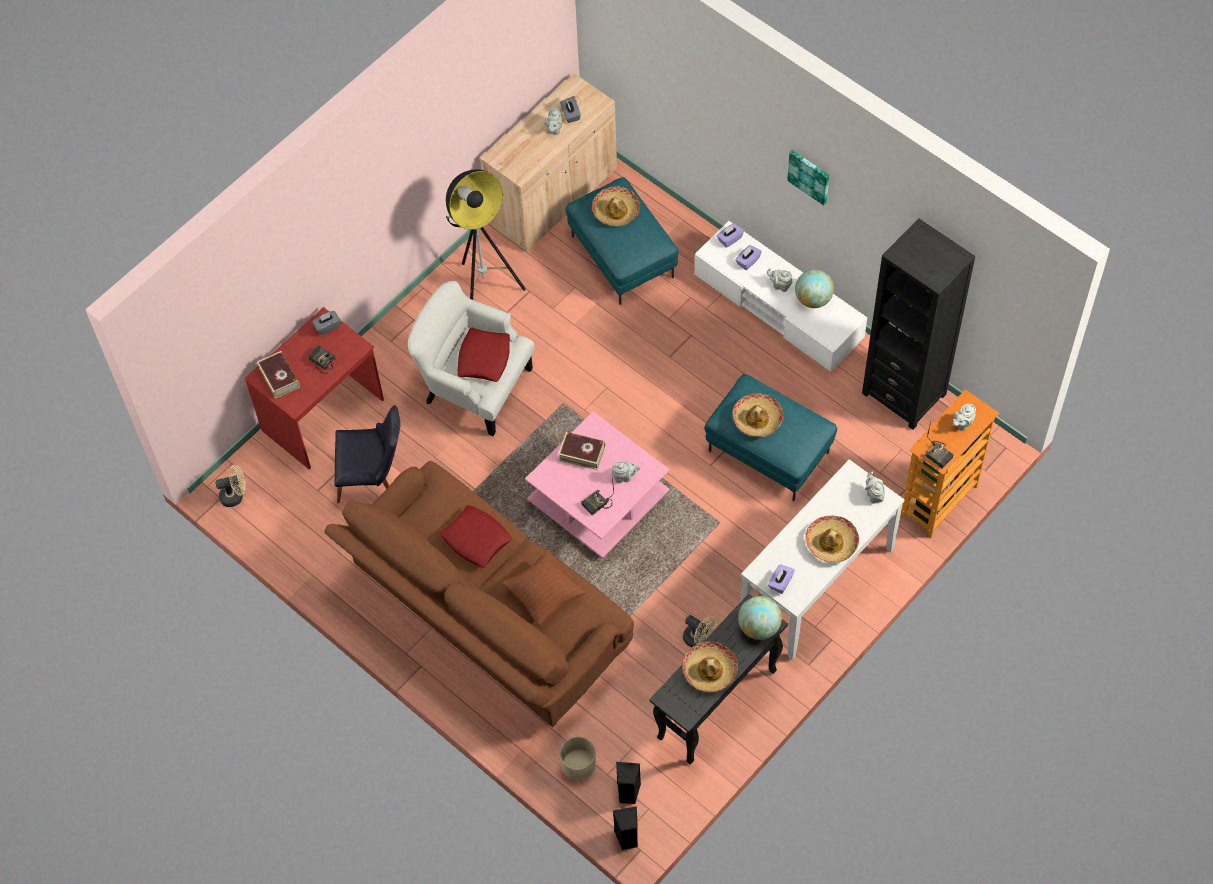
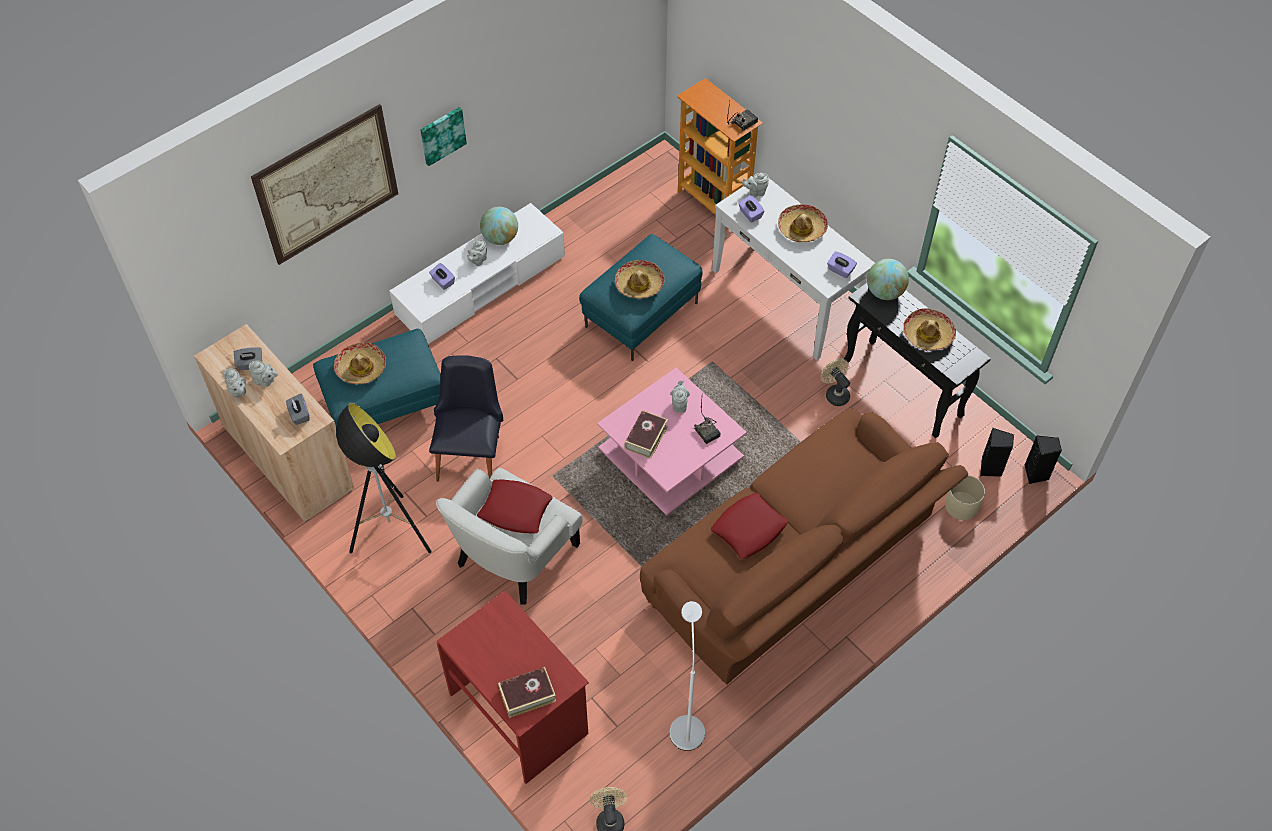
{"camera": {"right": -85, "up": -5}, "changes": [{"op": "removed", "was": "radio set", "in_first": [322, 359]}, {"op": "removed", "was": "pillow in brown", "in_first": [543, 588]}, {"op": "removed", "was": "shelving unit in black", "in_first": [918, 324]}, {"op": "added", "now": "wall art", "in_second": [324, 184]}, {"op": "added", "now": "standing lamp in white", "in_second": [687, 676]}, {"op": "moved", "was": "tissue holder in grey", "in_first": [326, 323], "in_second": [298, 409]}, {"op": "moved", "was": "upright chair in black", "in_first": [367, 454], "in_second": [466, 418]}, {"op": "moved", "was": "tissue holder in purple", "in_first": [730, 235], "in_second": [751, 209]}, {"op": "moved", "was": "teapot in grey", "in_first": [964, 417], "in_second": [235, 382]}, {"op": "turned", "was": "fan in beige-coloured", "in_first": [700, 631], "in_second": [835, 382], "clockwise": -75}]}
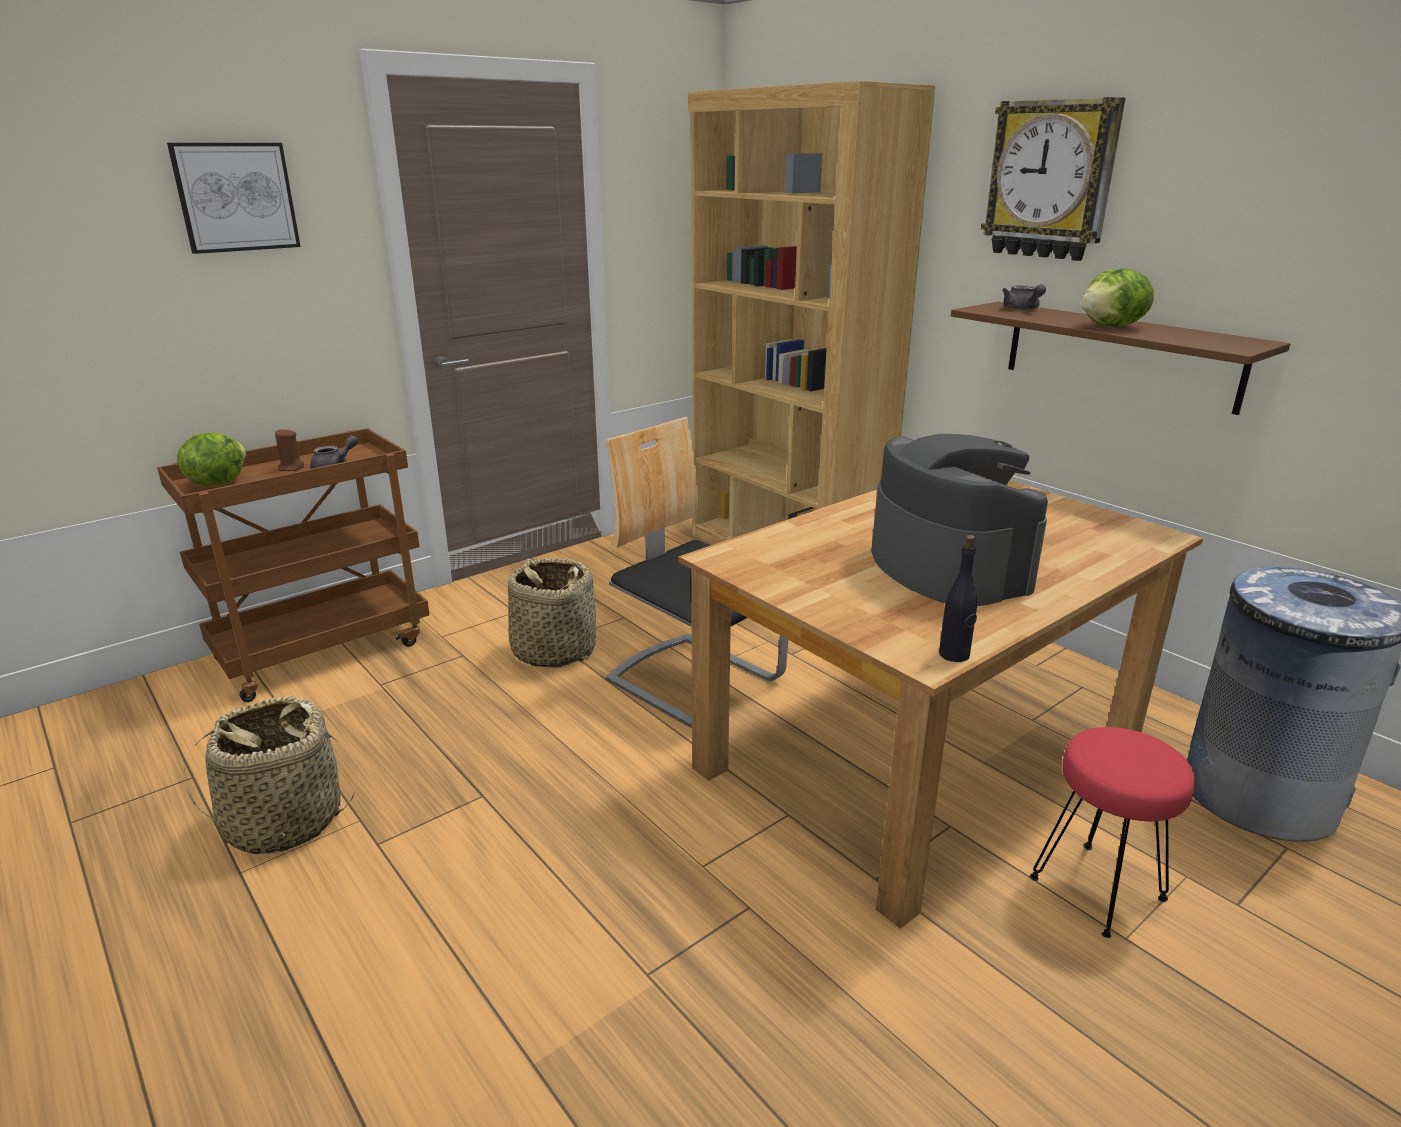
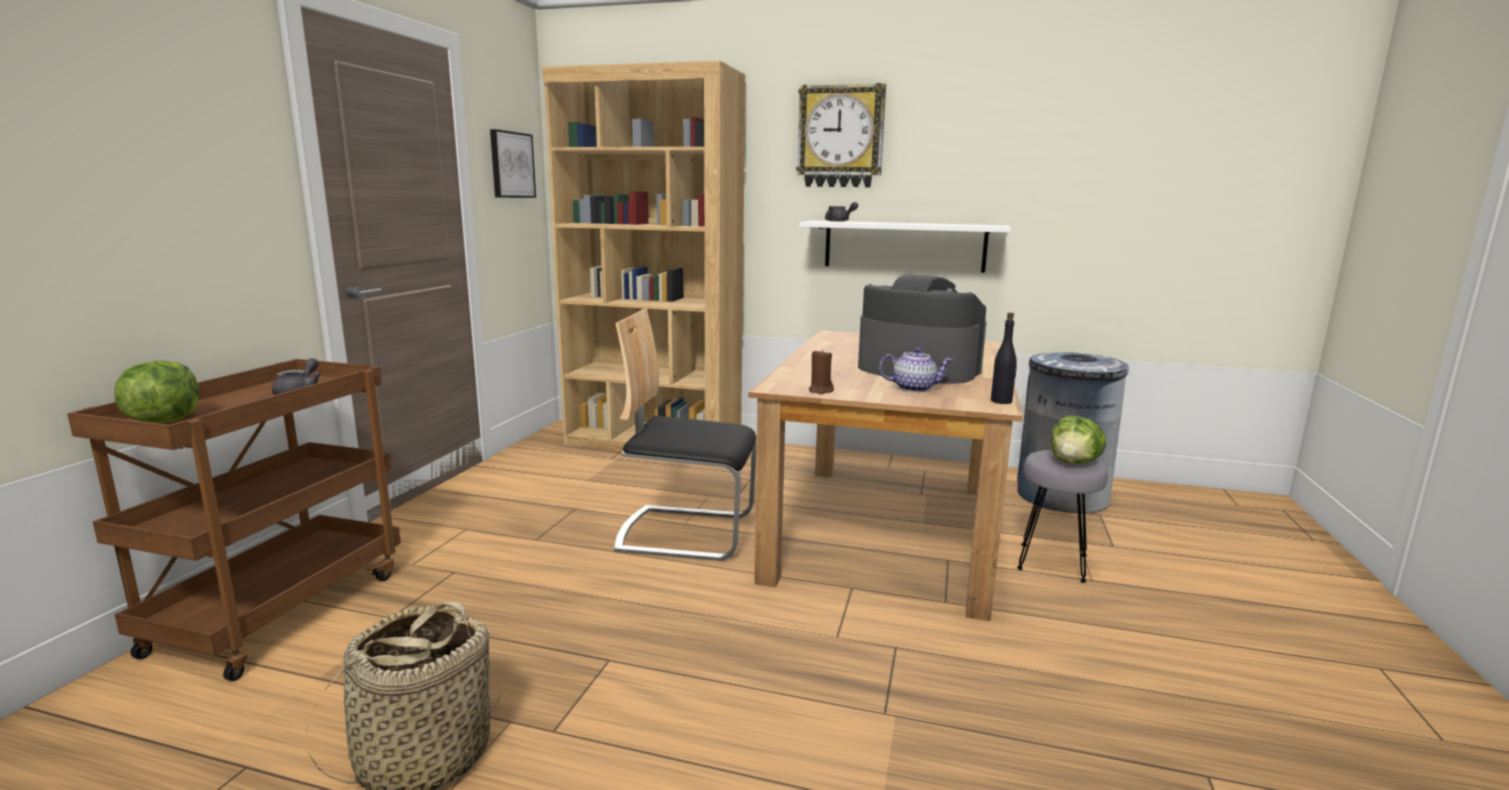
{"camera": {"right": -35, "up": -10}, "changes": [{"op": "removed", "was": "household basket", "in_first": [552, 613]}, {"op": "added", "now": "teapot", "in_second": [916, 369]}, {"op": "moved", "was": "wall art", "in_first": [234, 198], "in_second": [513, 163]}, {"op": "moved", "was": "wax light in brown", "in_first": [289, 449], "in_second": [821, 371]}, {"op": "moved", "was": "lettuce head", "in_first": [1117, 298], "in_second": [1078, 440]}, {"op": "recoloured", "was": "shelf in brown", "now": "shelf in white", "in_first": [1120, 358], "in_second": [905, 247]}, {"op": "recoloured", "was": "stool seat in red-coloured", "now": "stool seat in grey", "in_first": [1112, 832], "in_second": [1062, 516]}]}
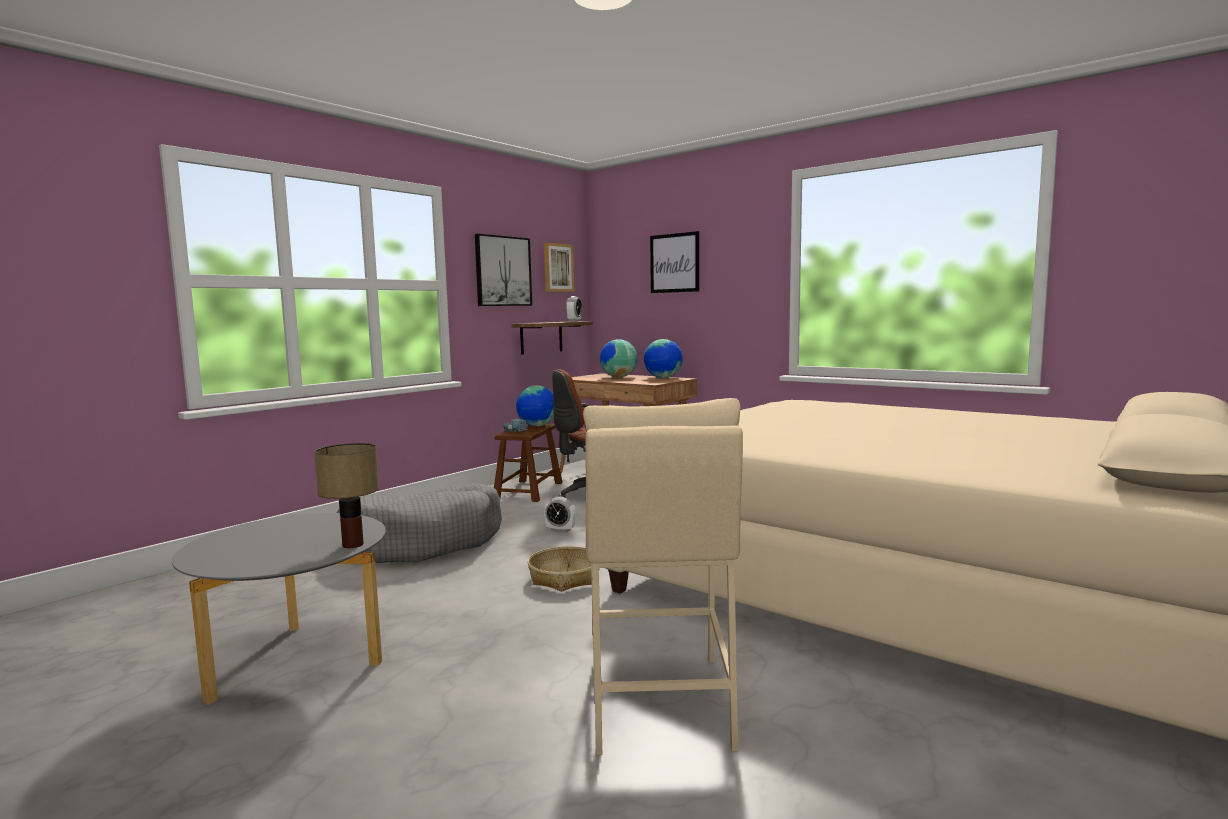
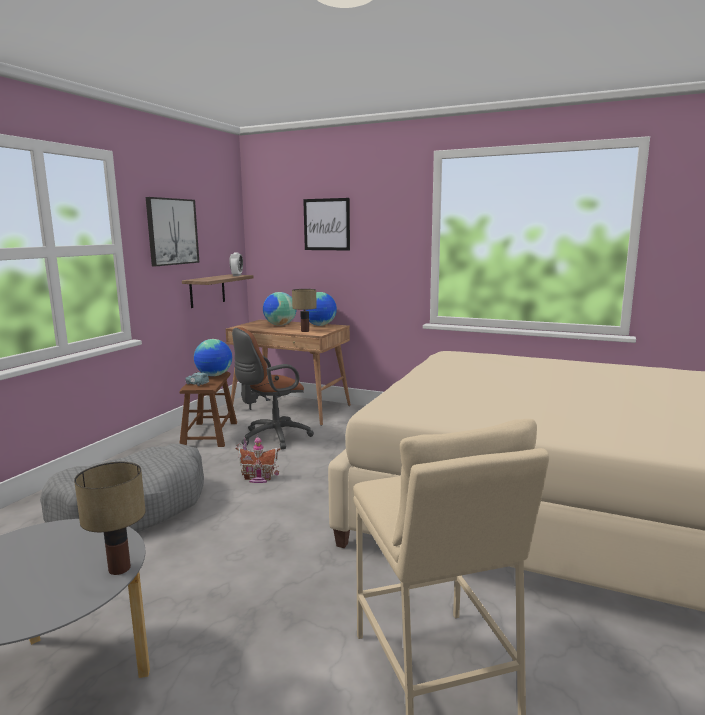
{"camera": {"right": -15, "up": 5}, "changes": [{"op": "removed", "was": "household basket", "in_first": [560, 569]}, {"op": "removed", "was": "wall art", "in_first": [559, 267]}, {"op": "added", "now": "tabletop lamp", "in_second": [304, 310]}, {"op": "replaced", "was": "table clock", "now": "toy house", "in_first": [560, 514], "in_second": [258, 459]}]}
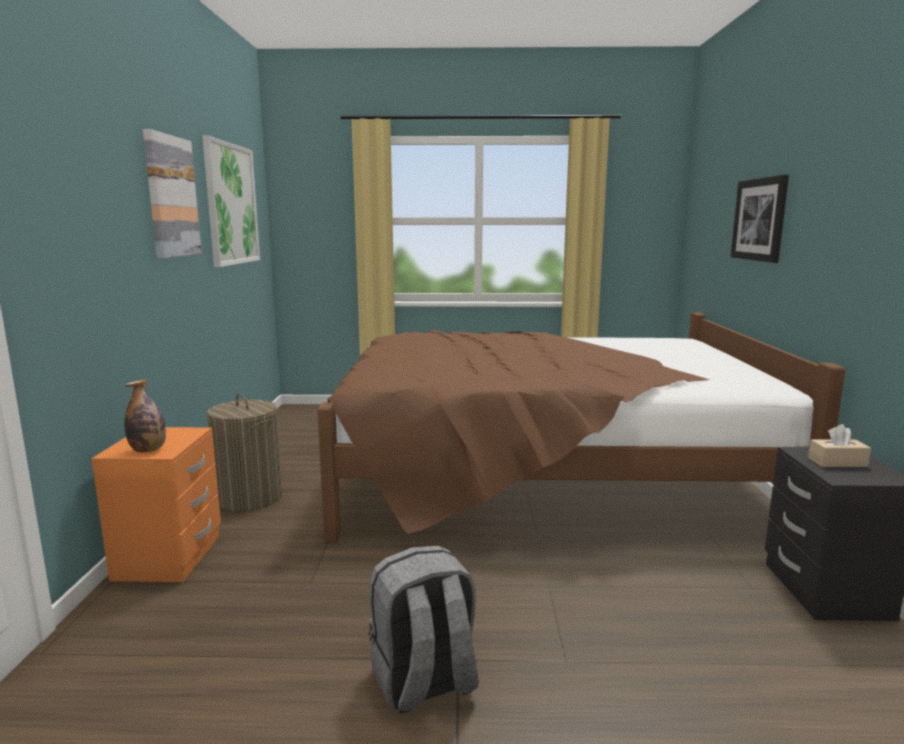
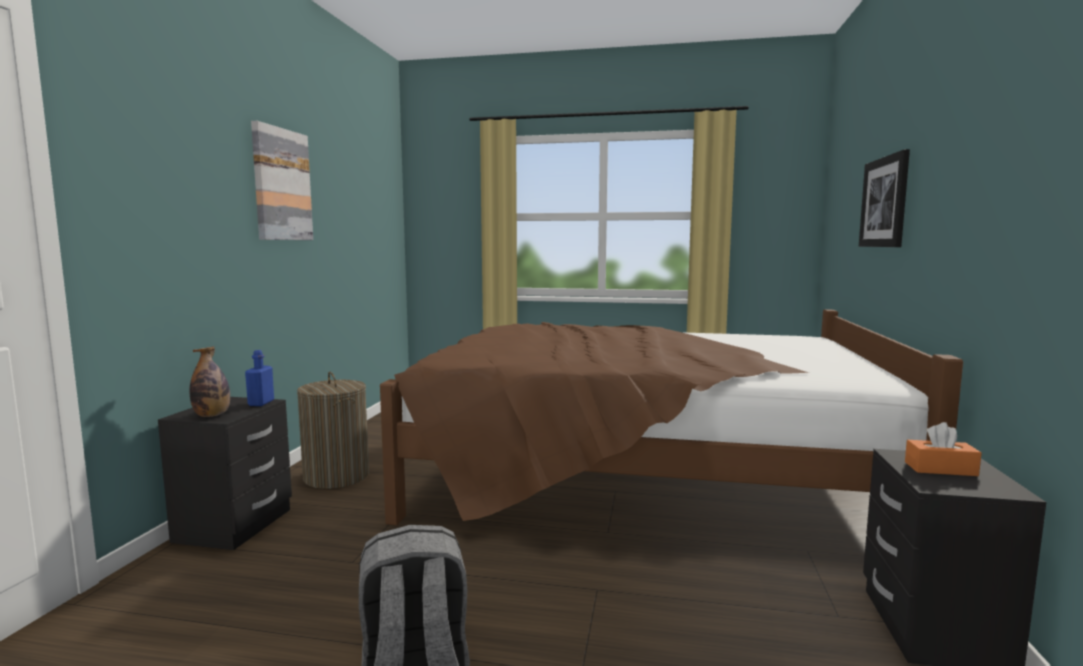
{"camera": {"right": 10, "up": -5}, "changes": [{"op": "removed", "was": "wall art", "in_first": [231, 201]}, {"op": "added", "now": "bottle in bluish", "in_second": [259, 378]}, {"op": "recoloured", "was": "night table in orange-coloured", "now": "night table in black", "in_first": [156, 504], "in_second": [225, 473]}, {"op": "recoloured", "was": "tissue holder in beige-coloured", "now": "tissue holder in orange-coloured", "in_first": [839, 445], "in_second": [943, 449]}]}
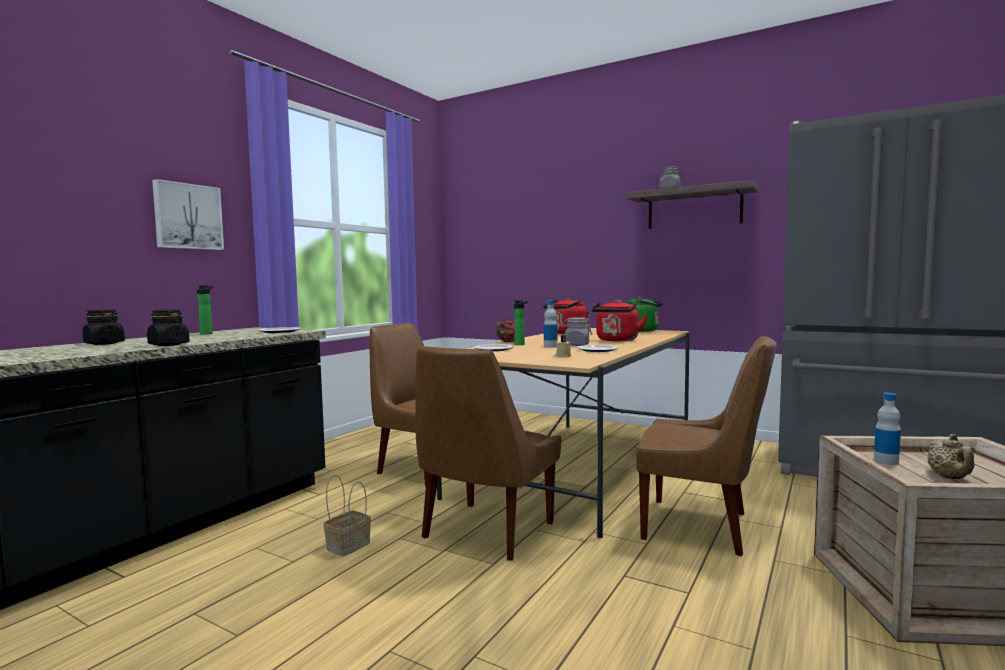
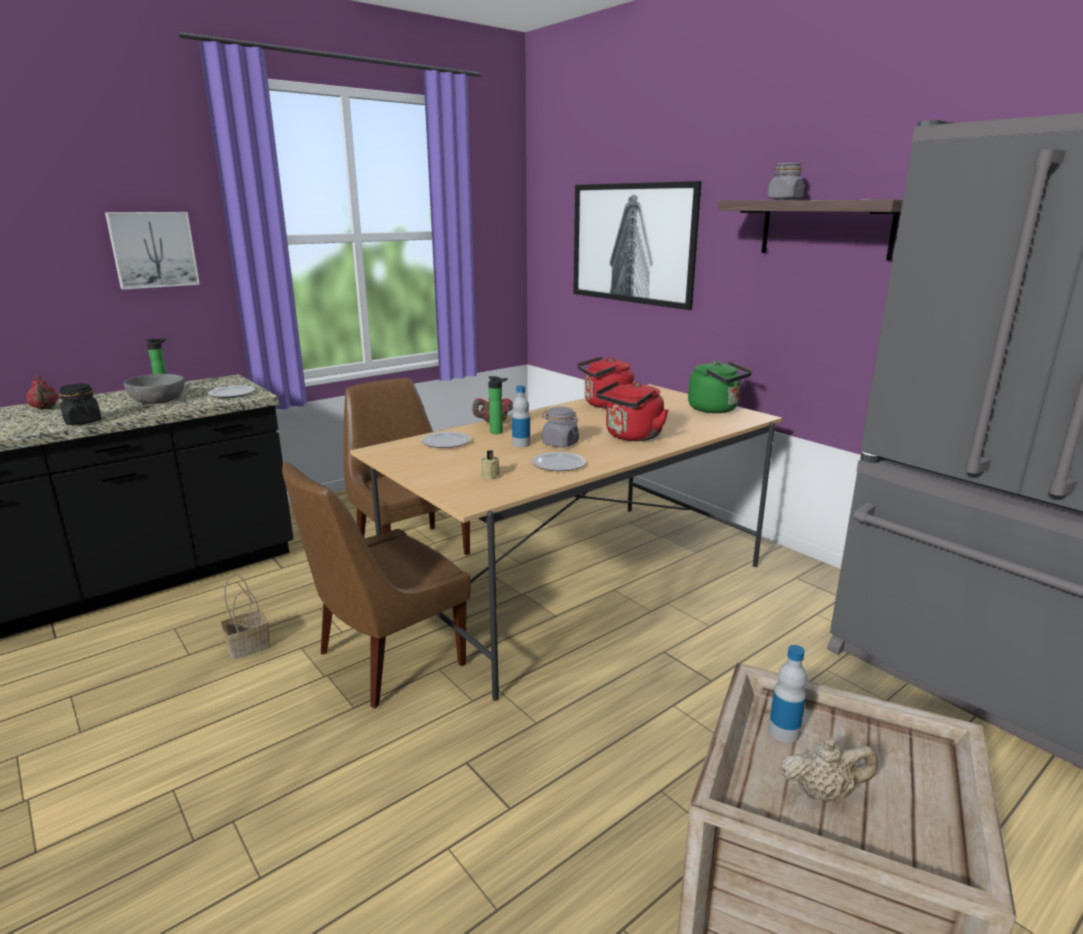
{"camera": {"right": 20, "up": 15}, "changes": [{"op": "removed", "was": "upright chair in brown", "in_first": [706, 446]}, {"op": "added", "now": "bowl in grey", "in_second": [154, 389]}, {"op": "added", "now": "wall art", "in_second": [637, 245]}, {"op": "replaced", "was": "storage jar in black", "now": "teapot in red-coloured", "in_first": [104, 327], "in_second": [42, 392]}, {"op": "turned", "was": "teapot in beige-coloured", "in_first": [951, 456], "in_second": [829, 770], "clockwise": -120}]}
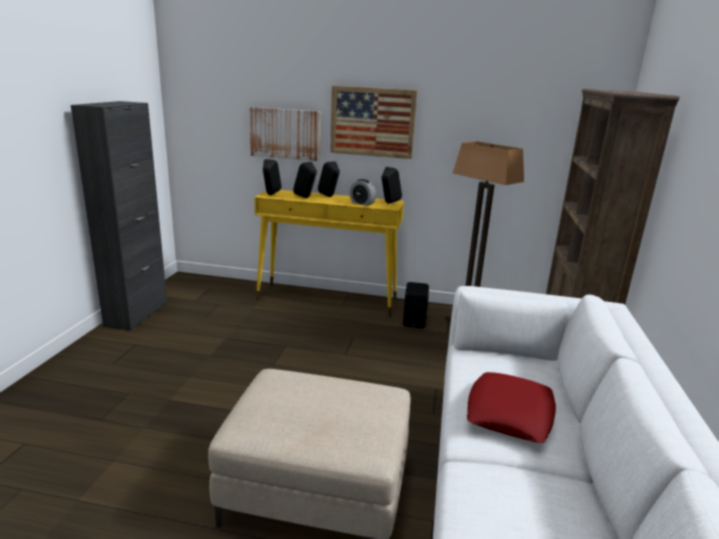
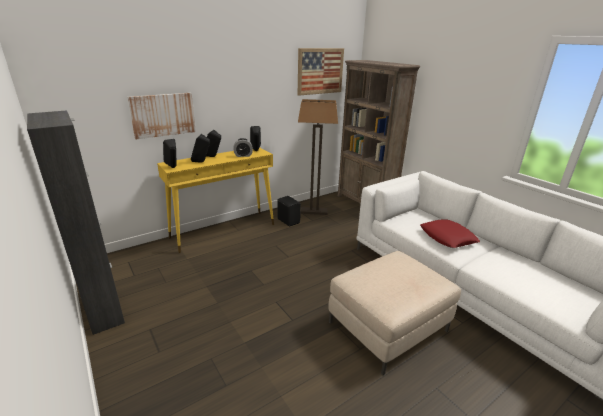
{"camera": {"right": -45, "up": 5}, "changes": [{"op": "moved", "was": "wall art", "in_first": [374, 122], "in_second": [321, 72]}]}
